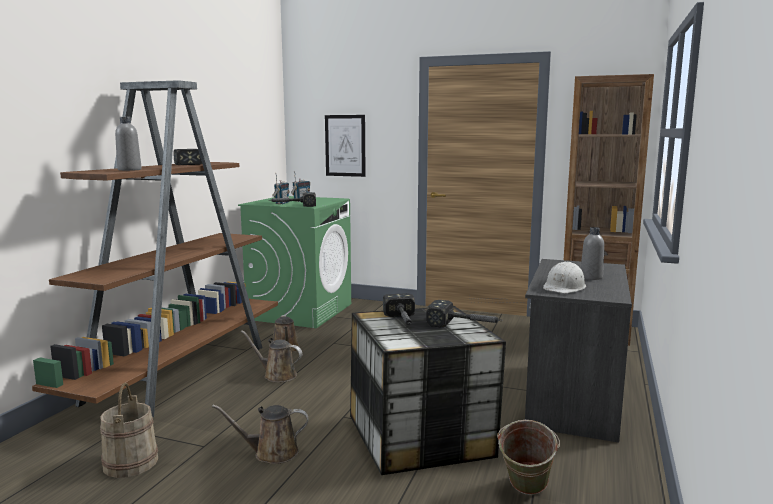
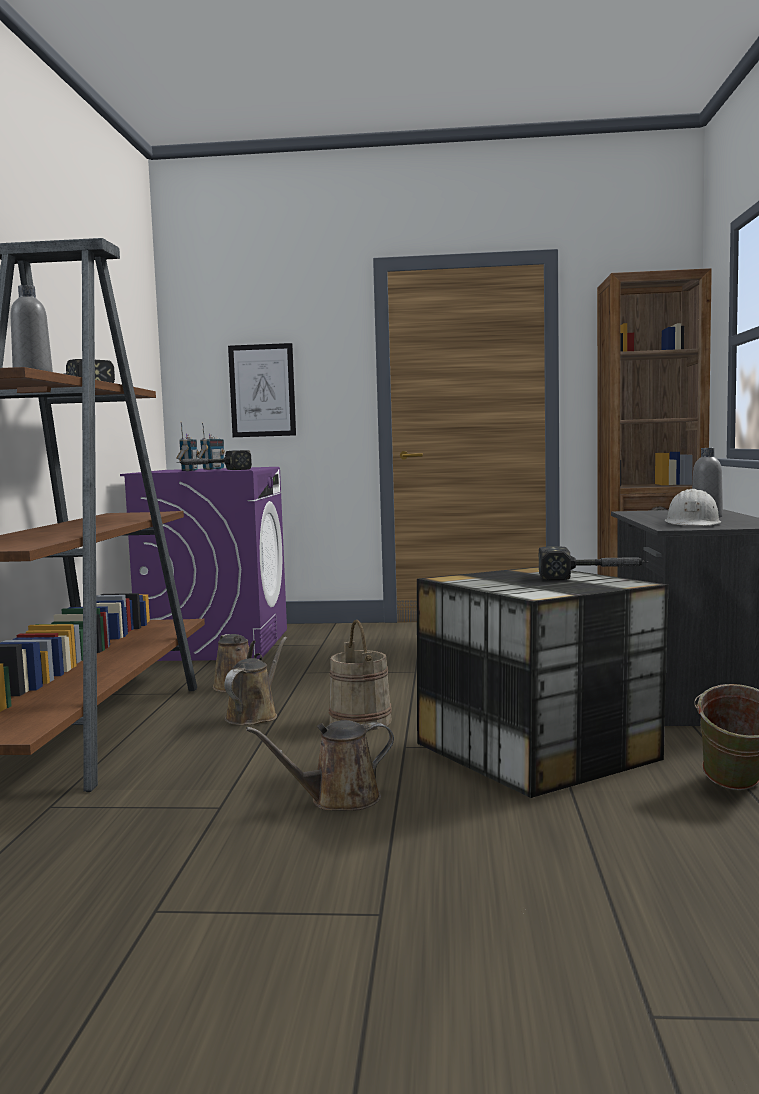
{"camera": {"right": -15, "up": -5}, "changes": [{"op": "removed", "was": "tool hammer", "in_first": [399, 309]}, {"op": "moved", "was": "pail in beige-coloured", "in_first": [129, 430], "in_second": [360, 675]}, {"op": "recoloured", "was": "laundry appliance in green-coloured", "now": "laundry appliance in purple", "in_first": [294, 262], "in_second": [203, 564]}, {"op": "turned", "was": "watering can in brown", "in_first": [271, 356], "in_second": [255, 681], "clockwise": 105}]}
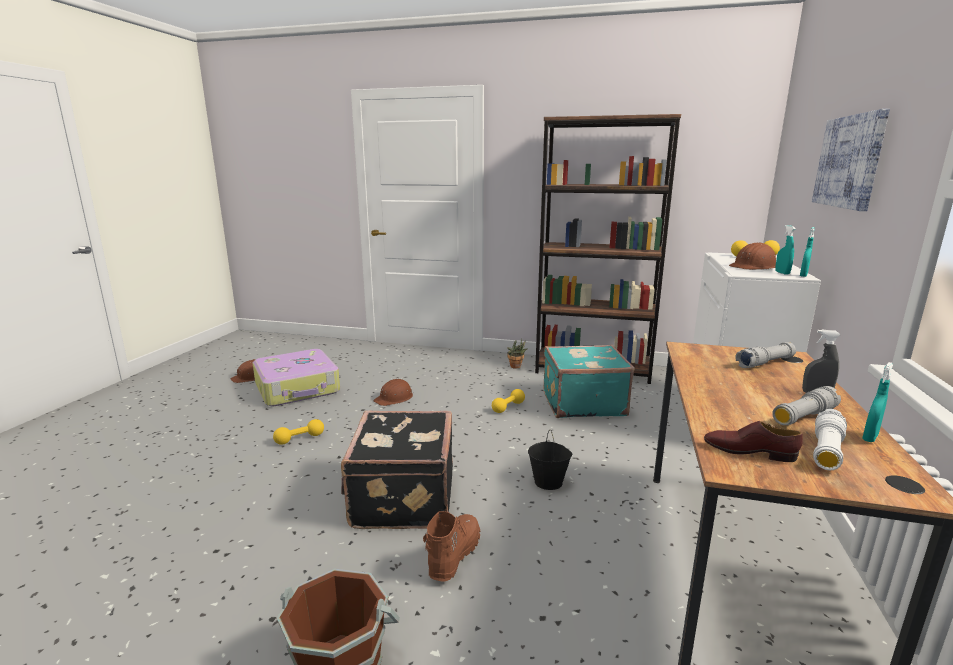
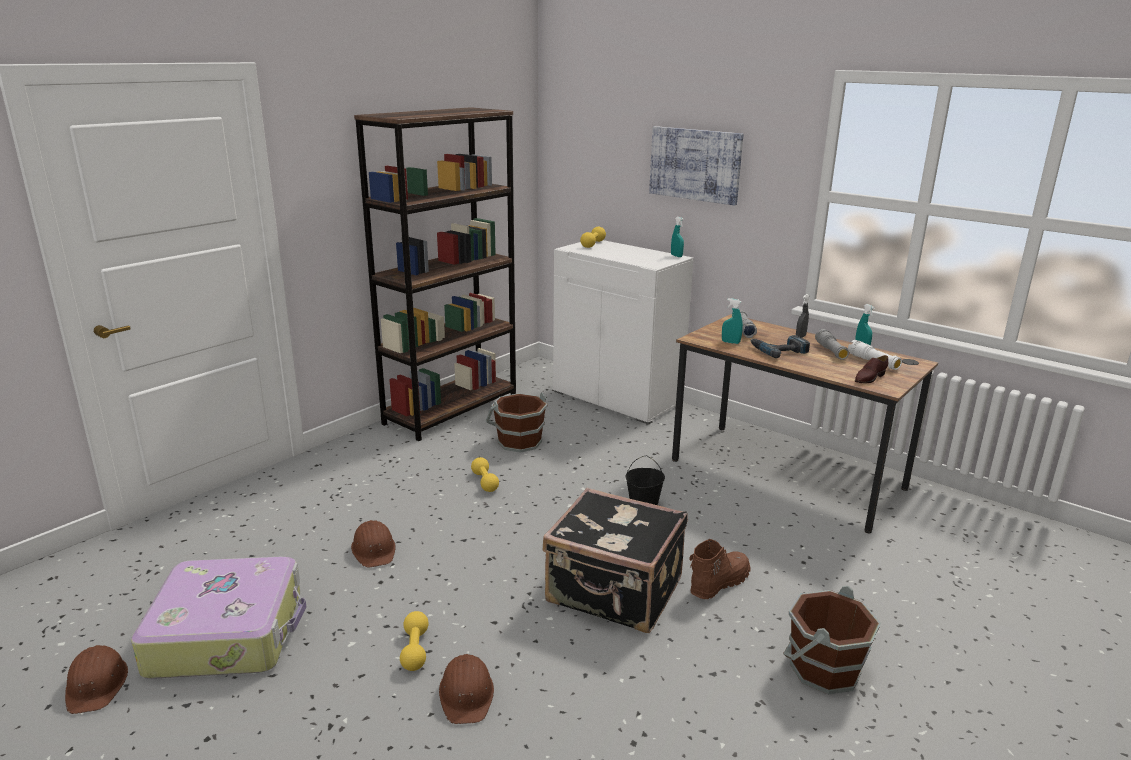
{"camera": {"right": -65, "up": 5}, "changes": [{"op": "removed", "was": "potted plant", "in_first": [517, 354]}, {"op": "added", "now": "drill", "in_second": [780, 346]}, {"op": "moved", "was": "hard hat in brown", "in_first": [752, 256], "in_second": [466, 689]}, {"op": "moved", "was": "spray bottle in turquoise-coloured", "in_first": [785, 250], "in_second": [732, 321]}, {"op": "replaced", "was": "suitcase in turquoise-coloured", "now": "pail in brown", "in_first": [589, 381], "in_second": [516, 423]}, {"op": "turned", "was": "boot in brown", "in_first": [451, 546], "in_second": [720, 569], "clockwise": 90}]}
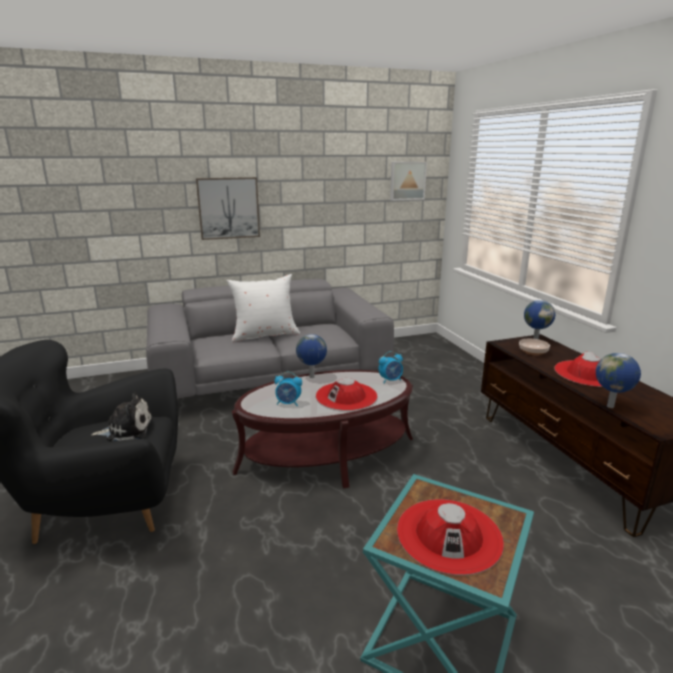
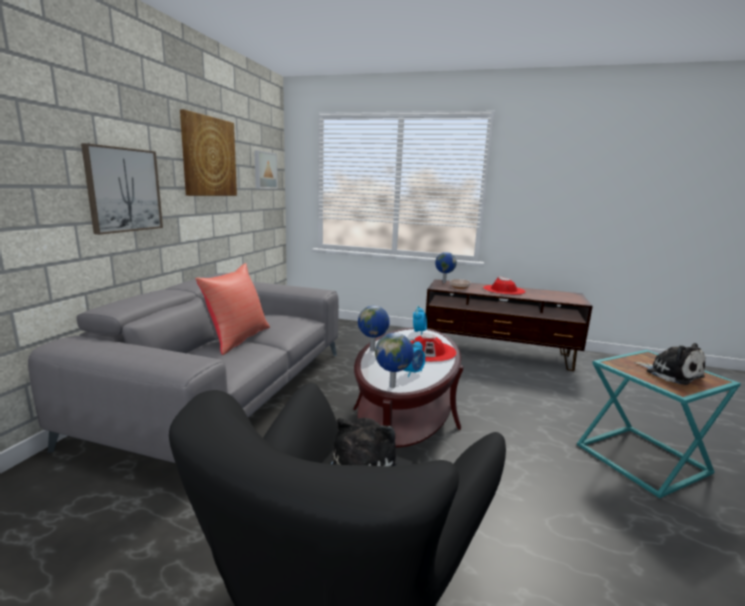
{"camera": {"right": -55, "up": -5}, "changes": [{"op": "added", "now": "wall art", "in_second": [208, 152]}, {"op": "moved", "was": "world globe", "in_first": [618, 380], "in_second": [394, 360]}, {"op": "replaced", "was": "clothing hat in red-coloured", "now": "cuddly toy", "in_first": [450, 537], "in_second": [669, 364]}, {"op": "recoloured", "was": "pillow in white", "now": "pillow in red-coloured", "in_first": [263, 308], "in_second": [232, 309]}]}
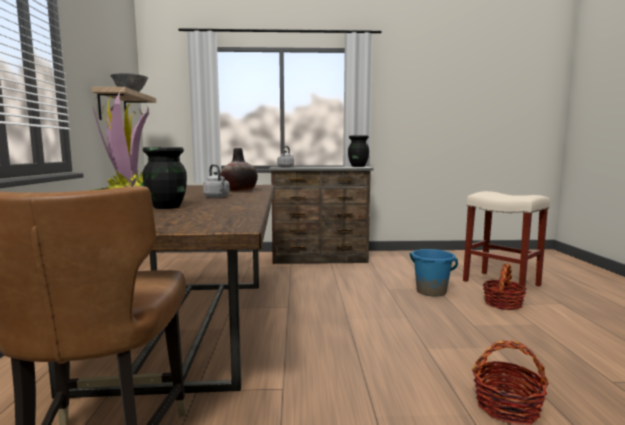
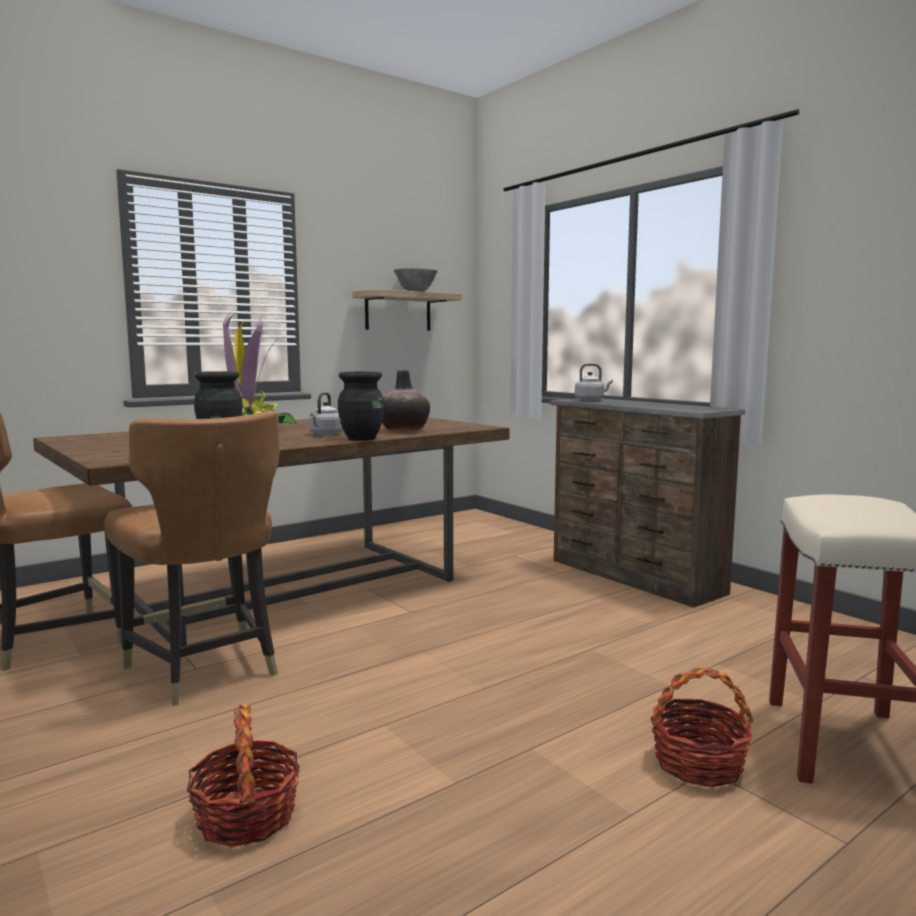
{"camera": {"right": 55, "up": 0}, "changes": [{"op": "removed", "was": "pail in bluish", "in_first": [433, 273]}, {"op": "added", "now": "upright chair in brown", "in_second": [192, 558]}, {"op": "moved", "was": "flower vase in black", "in_first": [358, 151], "in_second": [361, 406]}]}
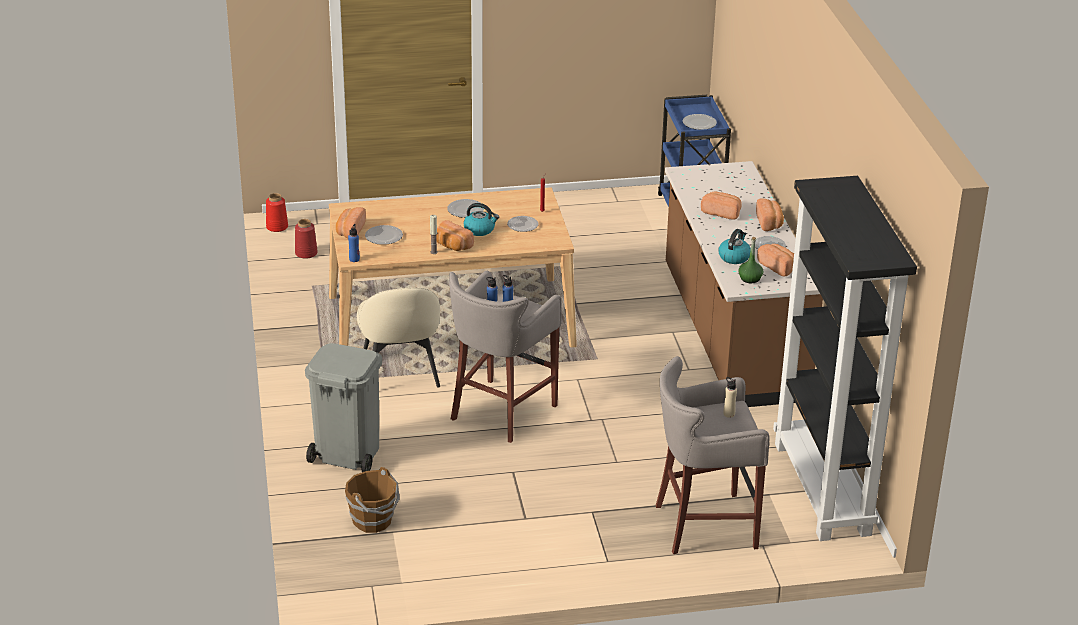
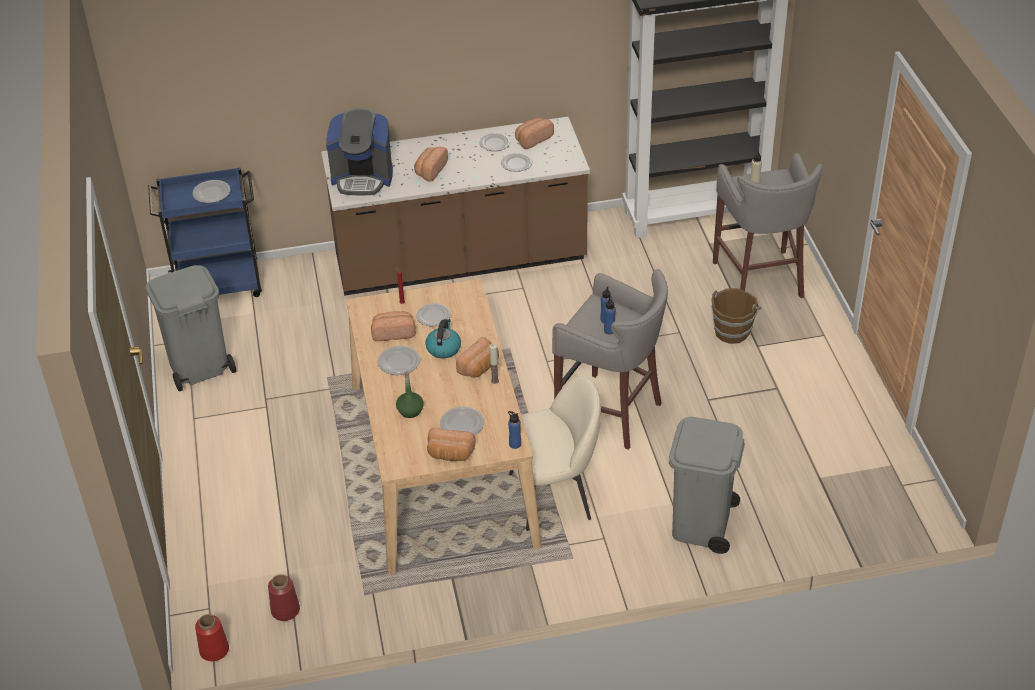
{"camera": {"right": -90, "up": 10}, "changes": [{"op": "added", "now": "waste bin in grey", "in_second": [191, 328]}, {"op": "added", "now": "coffee maker", "in_second": [359, 151]}, {"op": "moved", "was": "pail in brown", "in_first": [372, 500], "in_second": [736, 316]}, {"op": "moved", "was": "bottle in green-coloured", "in_first": [750, 260], "in_second": [410, 394]}, {"op": "moved", "was": "bakery bread", "in_first": [770, 215], "in_second": [393, 326]}, {"op": "replaced", "was": "tea kettle", "now": "flat dish", "in_first": [734, 246], "in_second": [517, 162]}]}
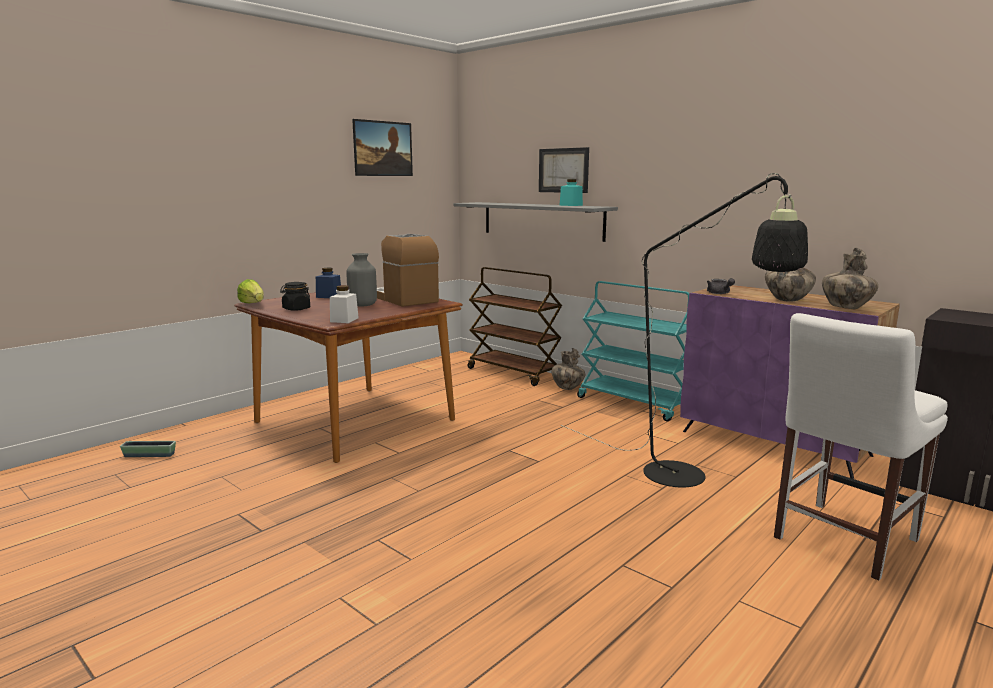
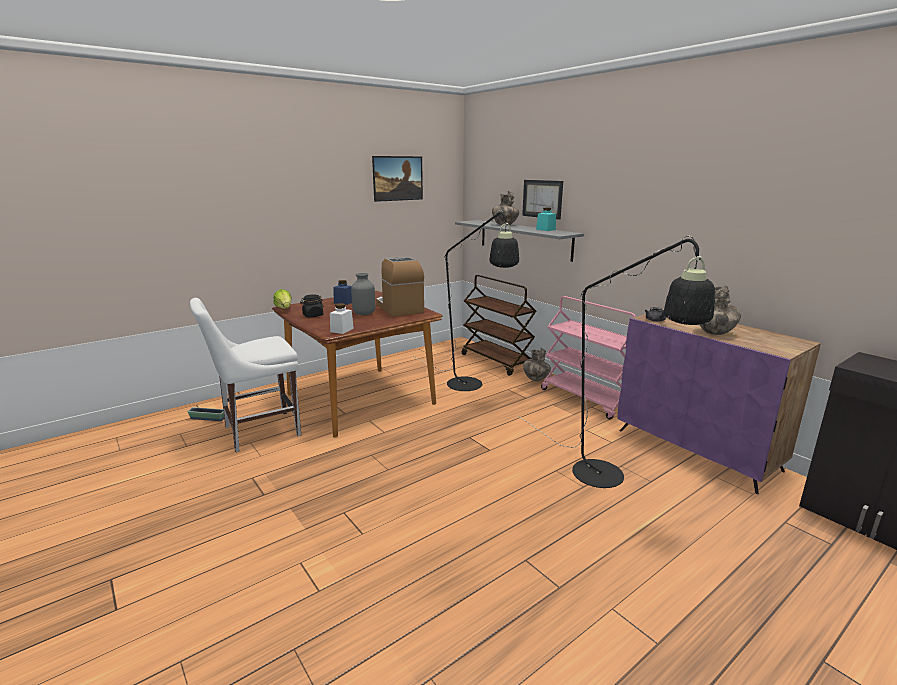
{"camera": {"right": 10, "up": 5}, "changes": [{"op": "added", "now": "standing lamp in black", "in_second": [466, 300]}, {"op": "moved", "was": "upright chair in white", "in_first": [861, 446], "in_second": [245, 375]}, {"op": "moved", "was": "flower vase", "in_first": [850, 278], "in_second": [505, 208]}, {"op": "recoloured", "was": "wheeled cart in turquoise-coloured", "now": "wheeled cart in pink-coloured", "in_first": [633, 351], "in_second": [588, 357]}]}
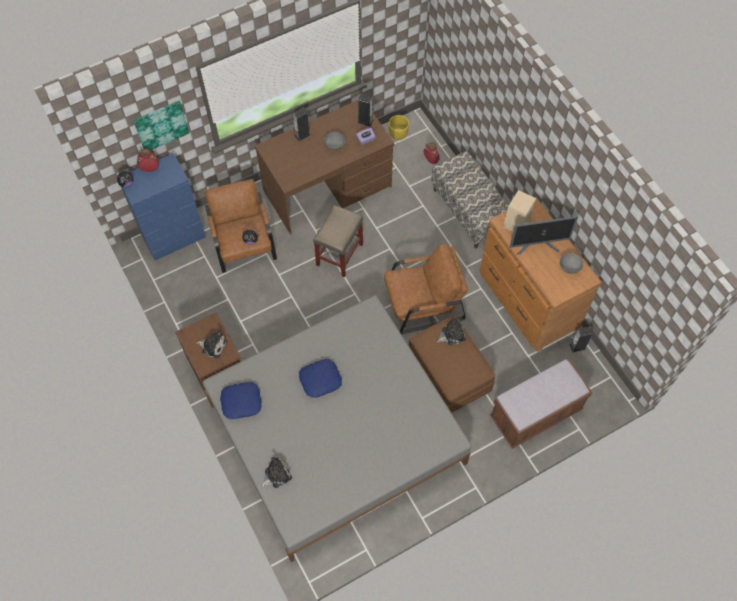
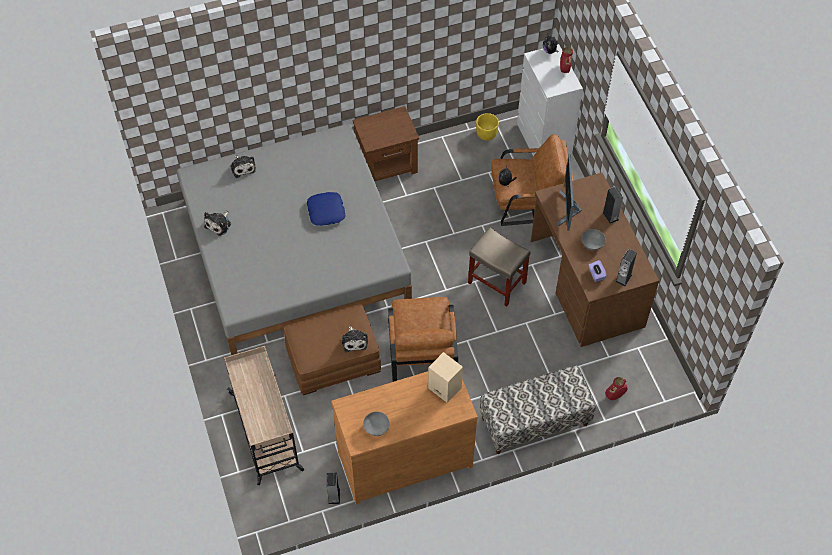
{"camera": {"right": 100, "up": -5}, "changes": [{"op": "removed", "was": "wall art", "in_first": [161, 125]}, {"op": "removed", "was": "pillow in bluish", "in_first": [241, 400]}, {"op": "moved", "was": "cuddly toy", "in_first": [211, 344], "in_second": [217, 223]}, {"op": "moved", "was": "plant pot in yellow", "in_first": [399, 127], "in_second": [487, 127]}, {"op": "moved", "was": "computer display", "in_first": [544, 235], "in_second": [569, 192]}, {"op": "replaced", "was": "long seat in brown", "now": "wheeled cart in beige-coloured", "in_first": [541, 404], "in_second": [264, 415]}, {"op": "recoloured", "was": "drawer chest in bluish", "now": "drawer chest in white", "in_first": [163, 207], "in_second": [550, 101]}]}
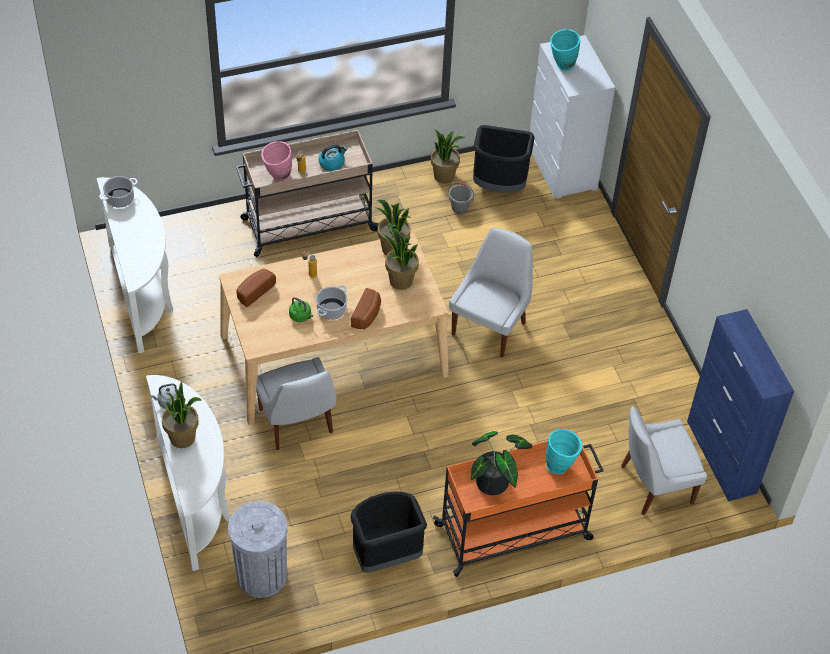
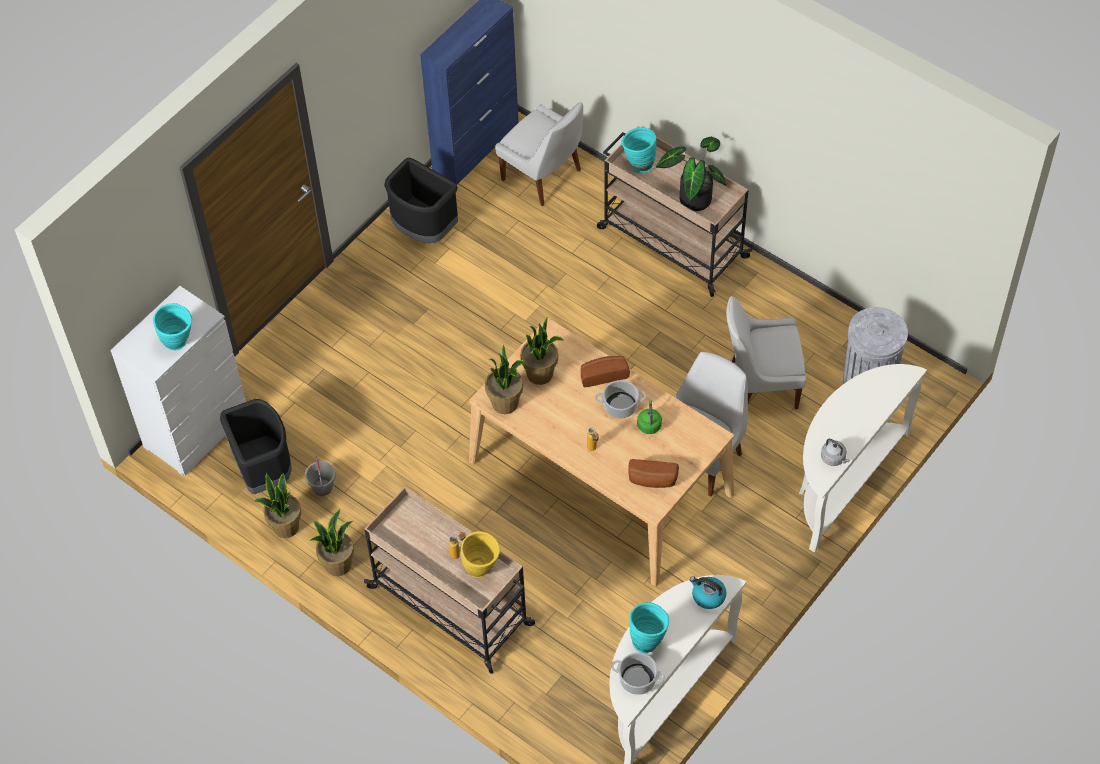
{"camera": {"right": -120, "up": 5}, "changes": [{"op": "added", "now": "flower vase in turquoise-coloured", "in_second": [649, 628]}, {"op": "moved", "was": "potted plant", "in_first": [182, 414], "in_second": [331, 542]}, {"op": "moved", "was": "tea kettle", "in_first": [333, 157], "in_second": [708, 592]}, {"op": "moved", "was": "waste bin in black", "in_first": [389, 532], "in_second": [421, 200]}, {"op": "moved", "was": "upright chair in white", "in_first": [491, 293], "in_second": [766, 352]}, {"op": "recoloured", "was": "flower vase in pink-coloured", "now": "flower vase in yellow", "in_first": [276, 161], "in_second": [480, 554]}, {"op": "recoloured", "was": "wheeled cart in orange-coloured", "now": "wheeled cart in beige-coloured", "in_first": [518, 505], "in_second": [674, 211]}]}
